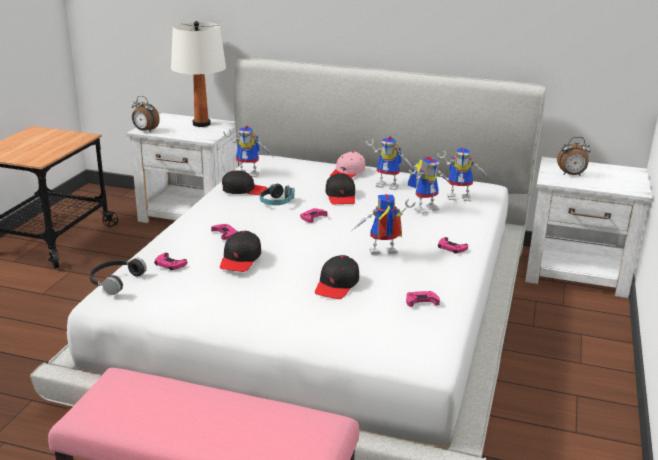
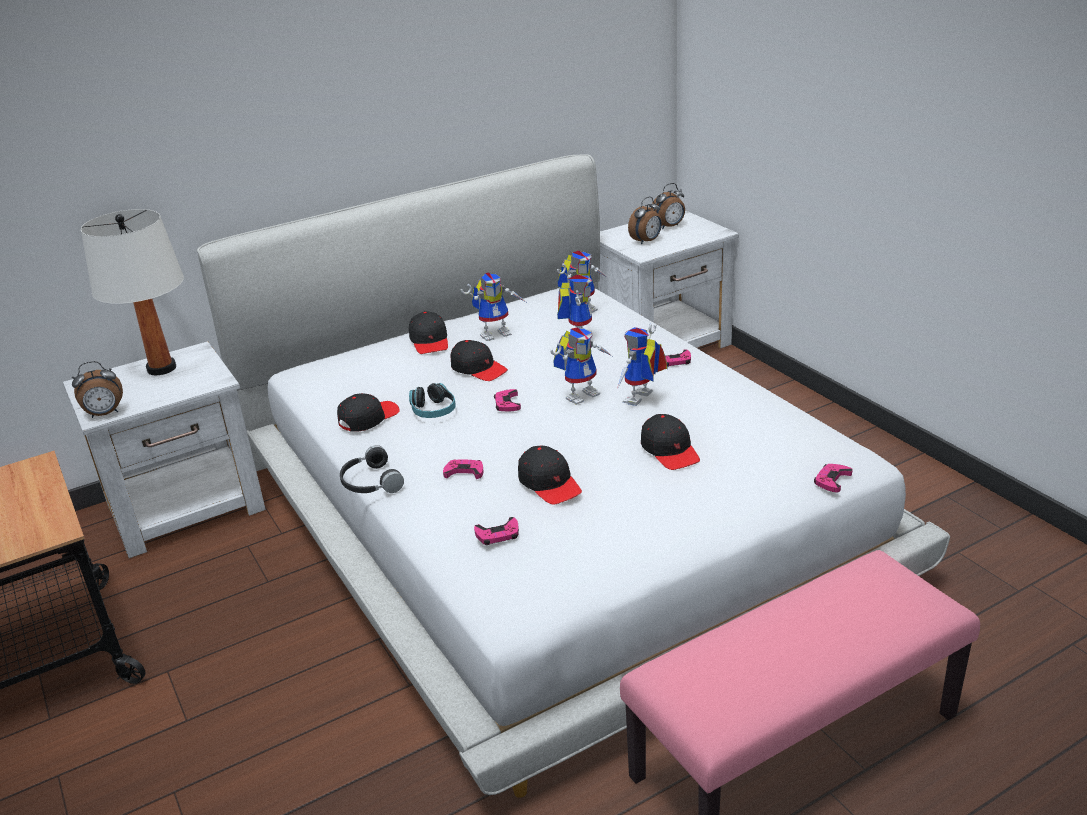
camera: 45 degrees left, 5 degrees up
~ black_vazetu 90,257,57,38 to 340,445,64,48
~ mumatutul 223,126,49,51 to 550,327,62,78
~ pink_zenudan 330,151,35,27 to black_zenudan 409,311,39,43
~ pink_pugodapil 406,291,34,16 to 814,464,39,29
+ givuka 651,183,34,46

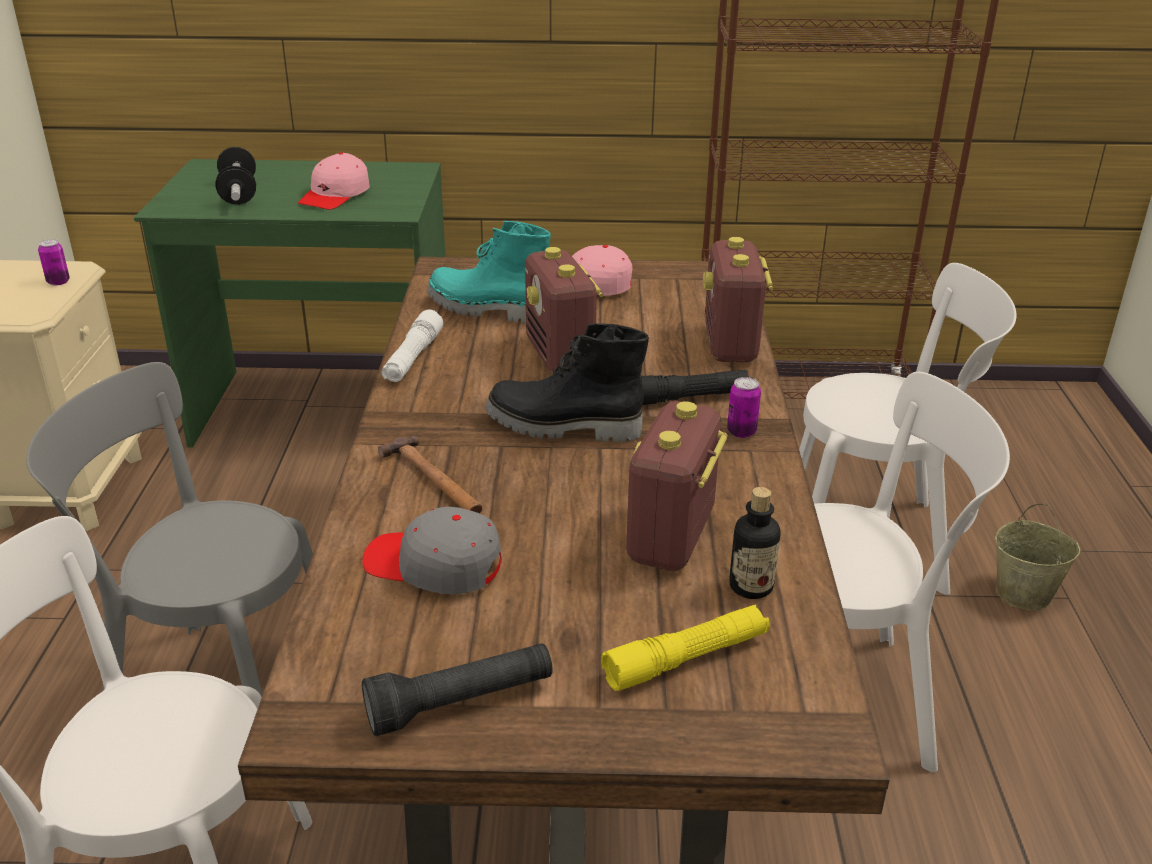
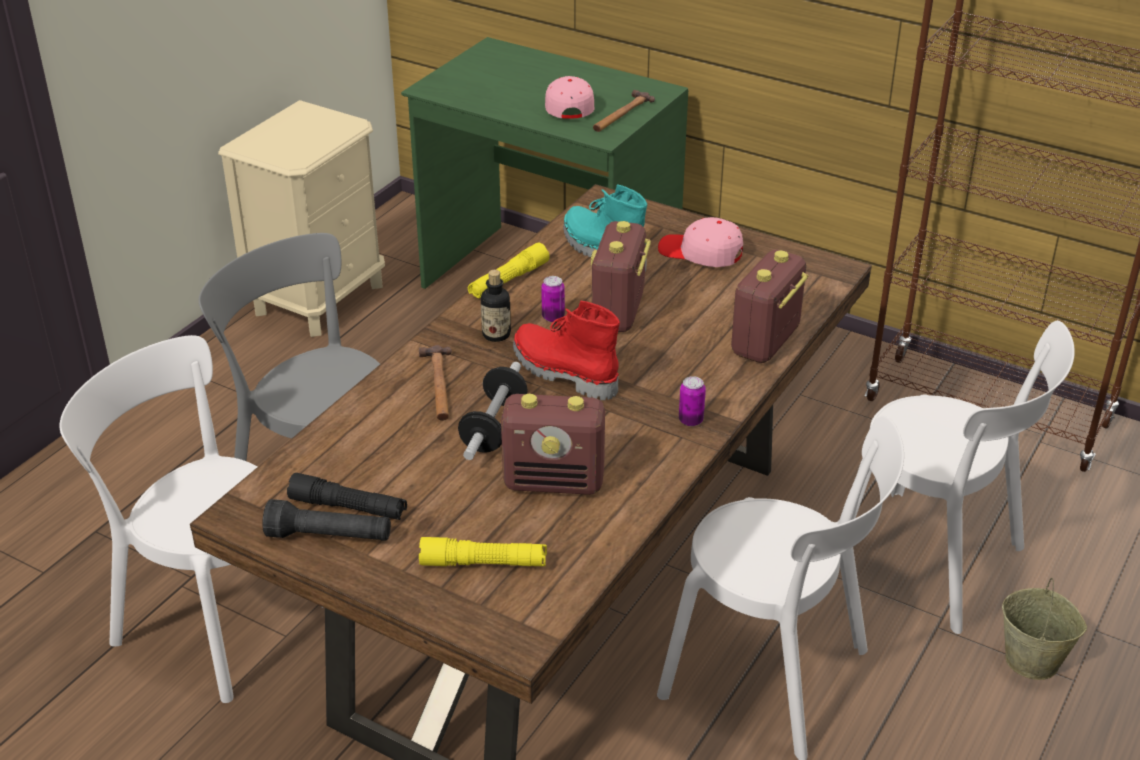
camera: 30 degrees right, 5 degrees up
~ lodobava 38,239,32,46 to 541,276,24,46
~ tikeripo 216,147,40,58 to 458,362,70,98
~ pink_zenudan 298,153,72,57 = 545,76,50,43 120 degrees clockwise
- grey_zenudan 362,507,140,88
~ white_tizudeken 382,310,61,72 to yellow_tizudeken 468,242,82,57
~ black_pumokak 486,323,163,119 to red_pumokak 513,301,107,99
~ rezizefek 626,401,102,170 = 501,394,104,101 135 degrees counterclockwise
~ black_tizudeken 641,370,109,35 to 287,473,120,47
~ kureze 729,487,51,112 to 481,270,30,72
+ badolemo 593,90,62,42

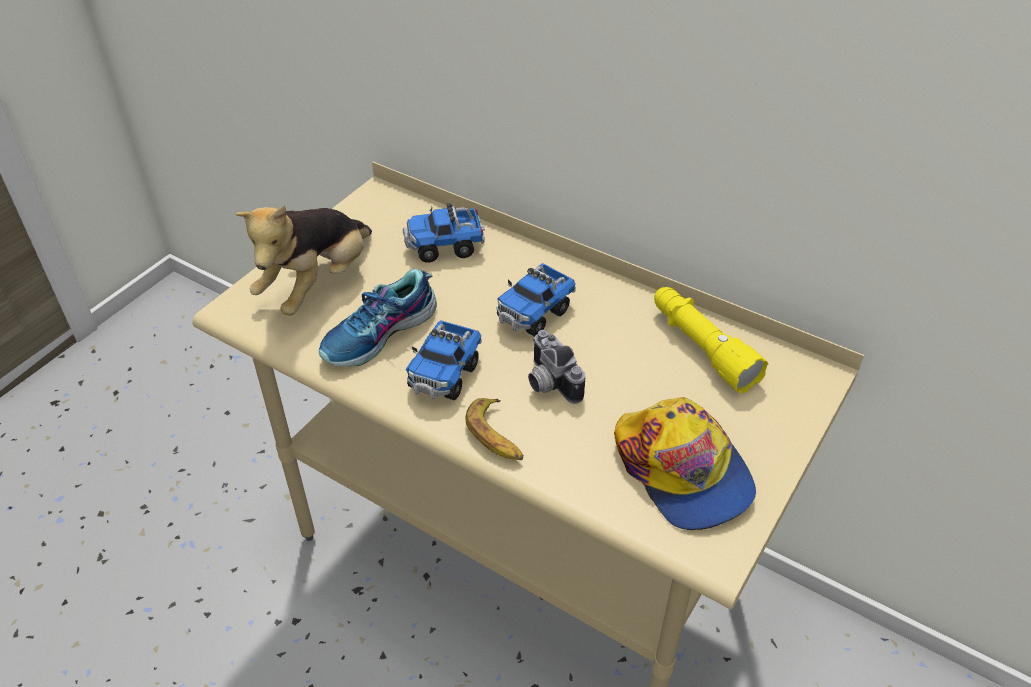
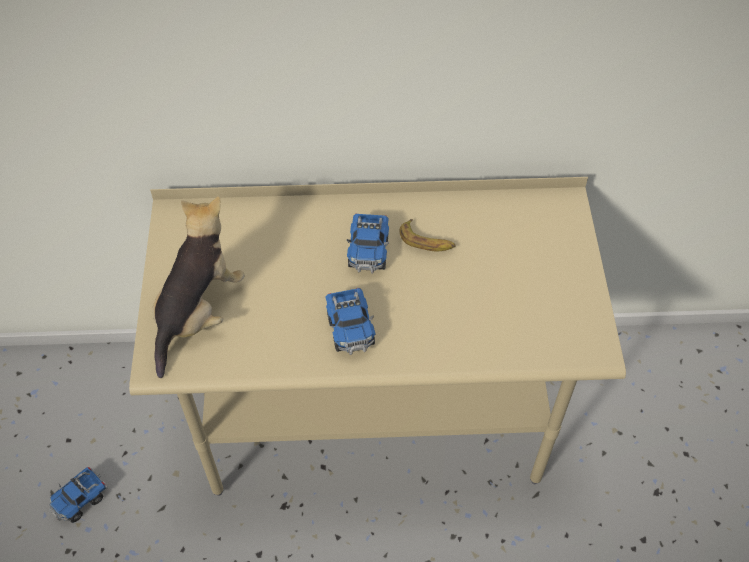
camera: 35 degrees left, 10 degrees up
~ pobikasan 235,205,137,110 = 153,196,92,182 150 degrees counterclockwise
- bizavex 319,269,118,98
~ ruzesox 402,203,83,60 to 49,467,58,56
~ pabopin 465,398,58,62 to 400,219,56,32
- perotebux 528,330,57,74
- zenudan 614,397,142,133
- yellow_tizudeken 654,287,114,106

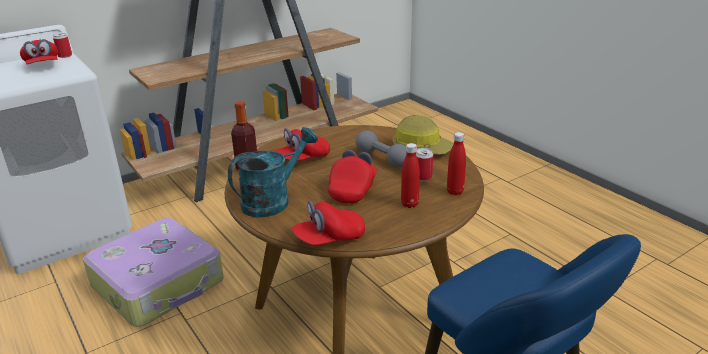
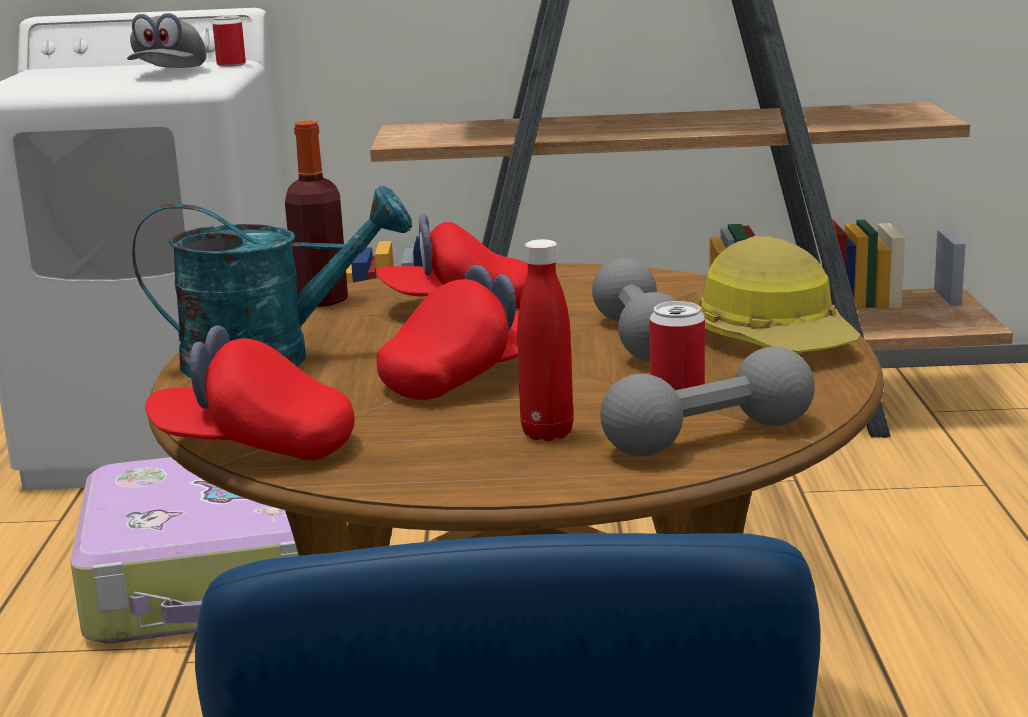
camera: 35 degrees right, 10 degrees down
~ red_zenudan 20,39,38,25 to grey_zenudan 127,13,79,55
~ red_kureze 447,132,19,63 to grey_tikeripo 600,347,215,109

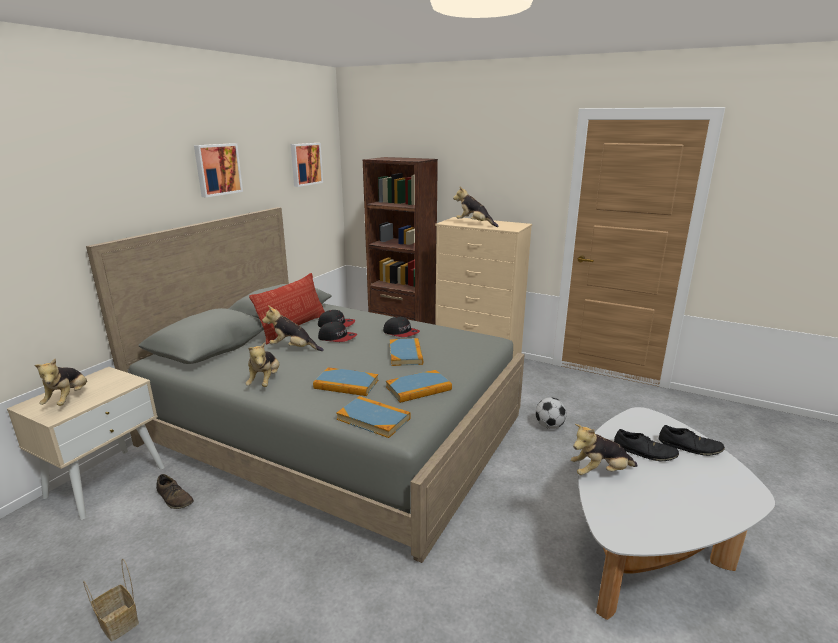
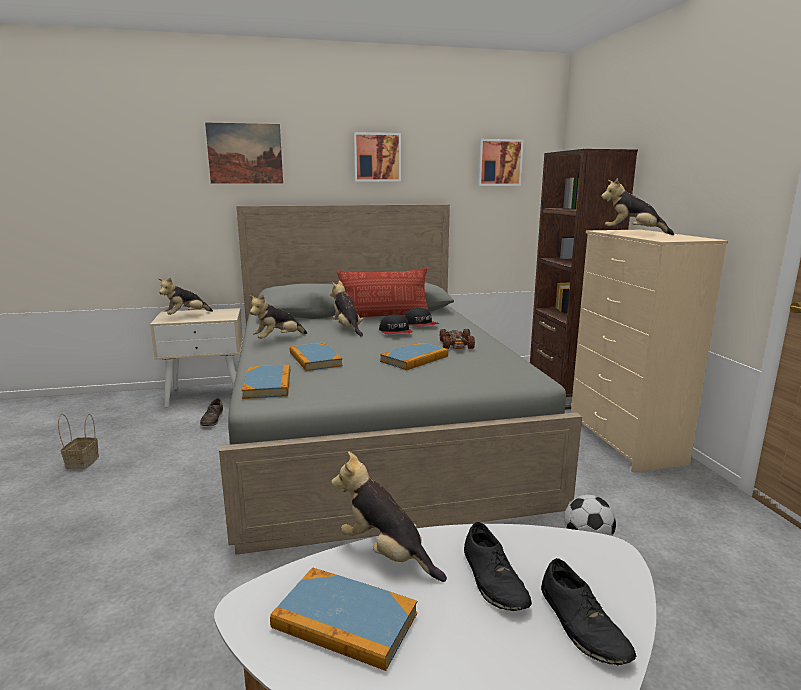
camera: 50 degrees right, 5 degrees down
~ zenudan 383,317,37,20 to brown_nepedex 440,329,35,20
~ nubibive 386,370,66,33 to 270,567,147,104
~ pobikasan 453,186,45,41 = 601,178,73,57 60 degrees counterclockwise
+ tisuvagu 205,122,78,61

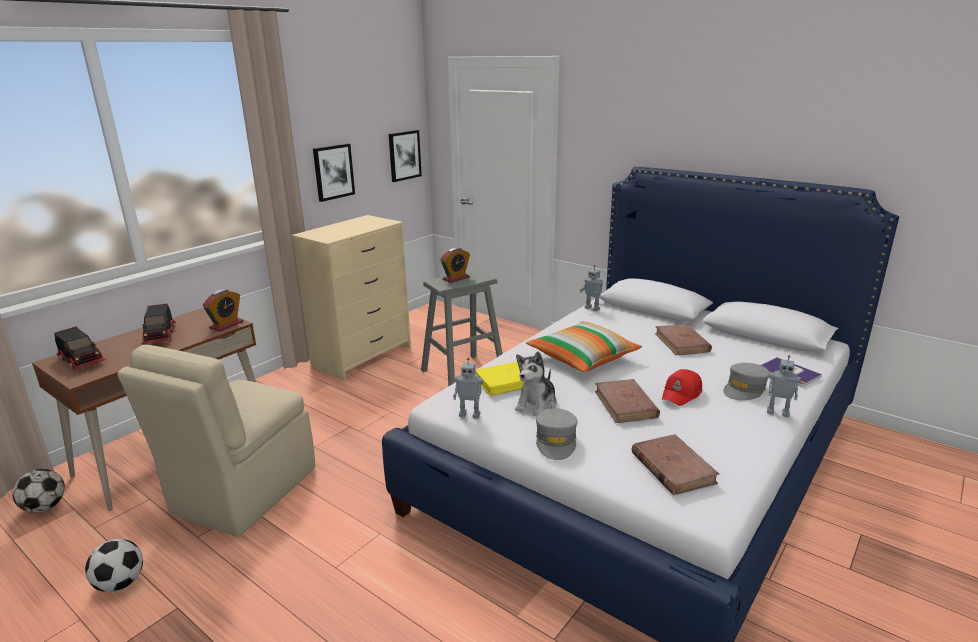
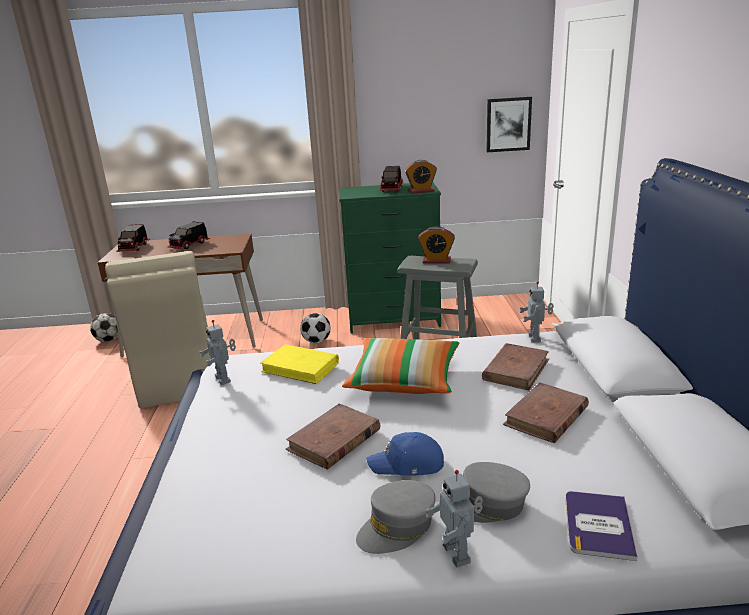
camera: 50 degrees right, 0 degrees up
~ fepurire 85,539,58,53 to 300,313,31,30
~ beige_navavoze 117,345,198,192 = 105,251,107,157 90 degrees counterclockwise
~ givuka 203,289,40,43 to 405,160,32,34
~ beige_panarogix 292,215,119,166 to green_panarogix 339,183,102,151
- tisuvagu 313,143,42,59
- pobikasan 515,351,42,66
~ grey_zenudan 536,408,41,52 to 356,480,80,74
~ brown_nubibive 632,434,88,62 to 482,343,67,47
~ red_zenudan 662,369,40,37 to blue_zenudan 366,432,78,44
+ ruzesox 379,166,24,26

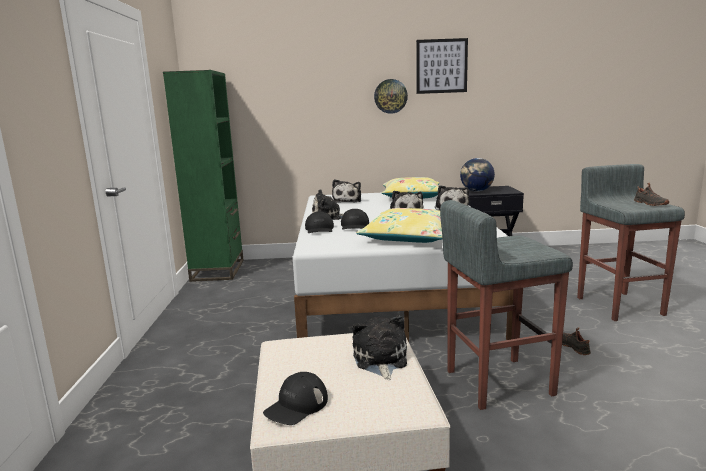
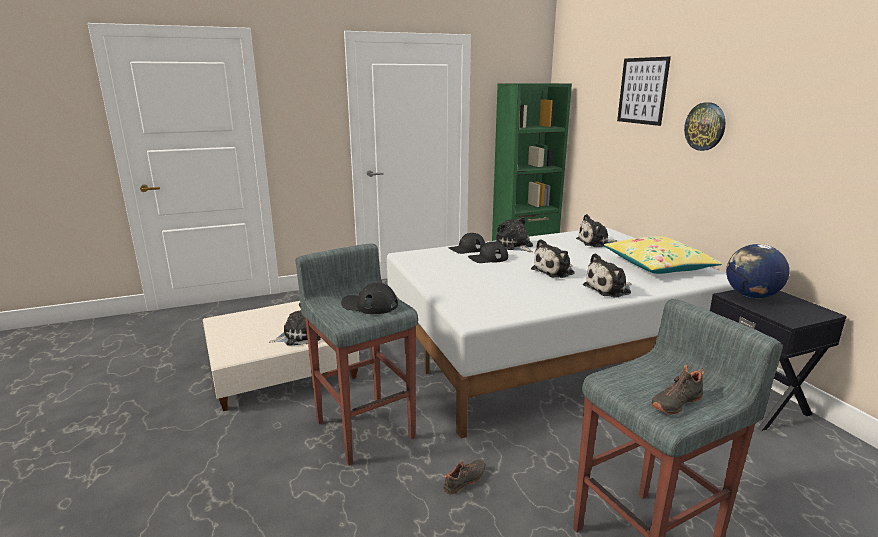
camera: 70 degrees right, 5 degrees up
~ black_zenudan 263,372,65,53 to 341,283,57,31
- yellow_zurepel 356,208,86,35
~ tisuvagu 416,38,52,56 to 617,57,54,69

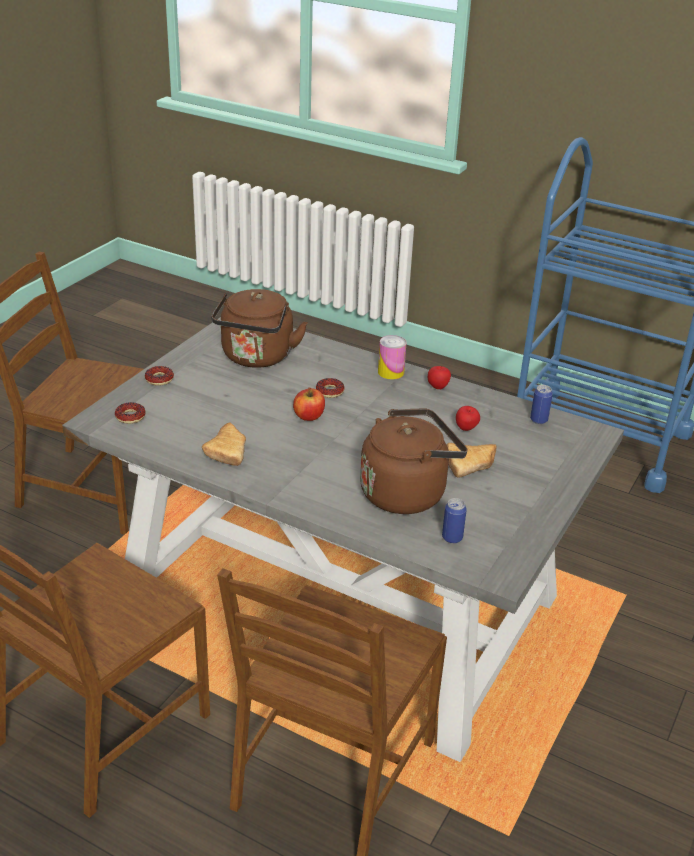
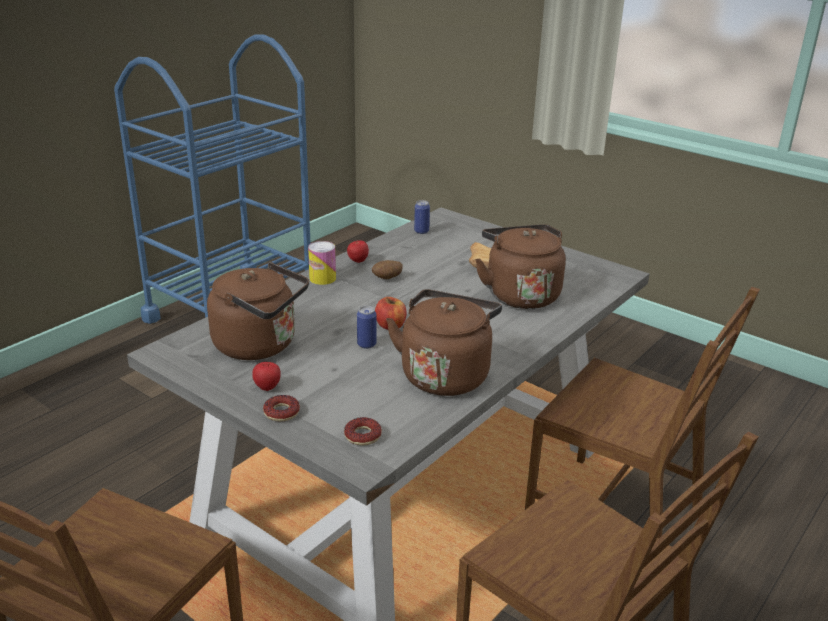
camera: 80 degrees left, 5 degrees down
~ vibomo 202,422,44,44 to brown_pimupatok 386,289,116,107
- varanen 316,378,29,20
~ lodobava 442,498,25,46 to 357,306,20,43
~ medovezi 456,406,24,25 to 252,362,29,29
+ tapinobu 372,260,31,19

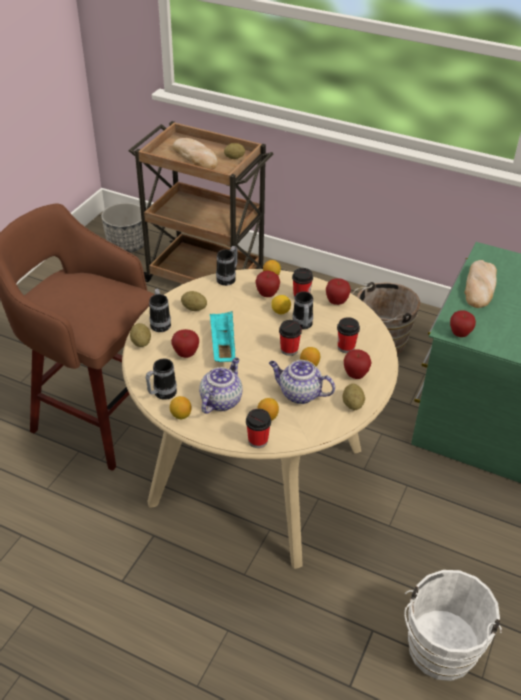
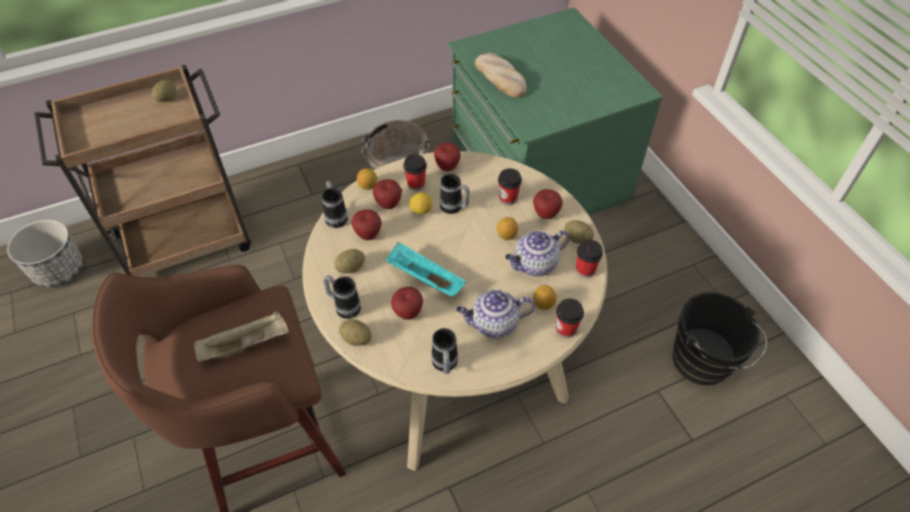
camera: 50 degrees left, 10 degrees up
- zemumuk 170,396,22,23
- vibomo 172,138,46,31
~ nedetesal 199,358,44,56 = 456,289,79,49 75 degrees counterclockwise
~ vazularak 279,320,23,36 to 576,239,27,39
~ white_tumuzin 404,570,98,111 to black_tumuzin 672,292,95,93
~ medovezi 450,310,26,27 to 351,209,31,31
+ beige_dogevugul 194,311,95,51

